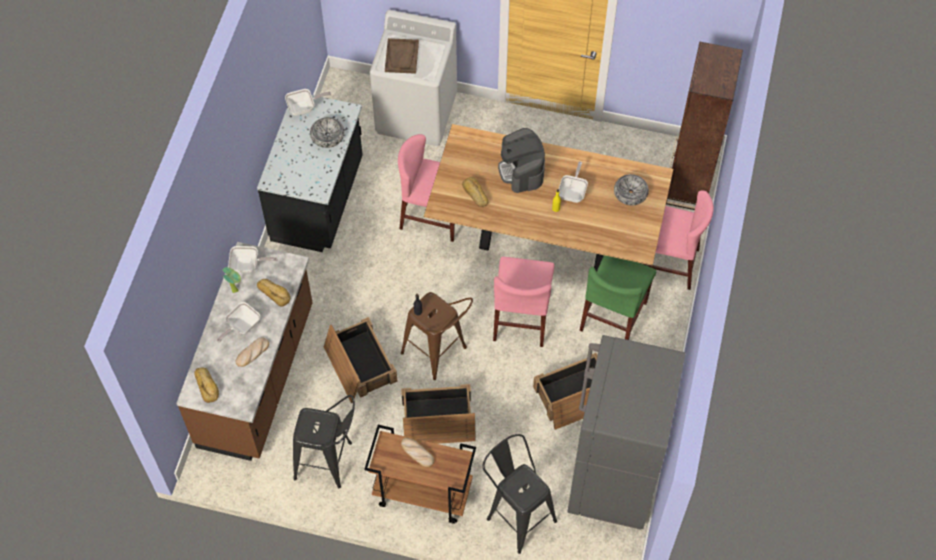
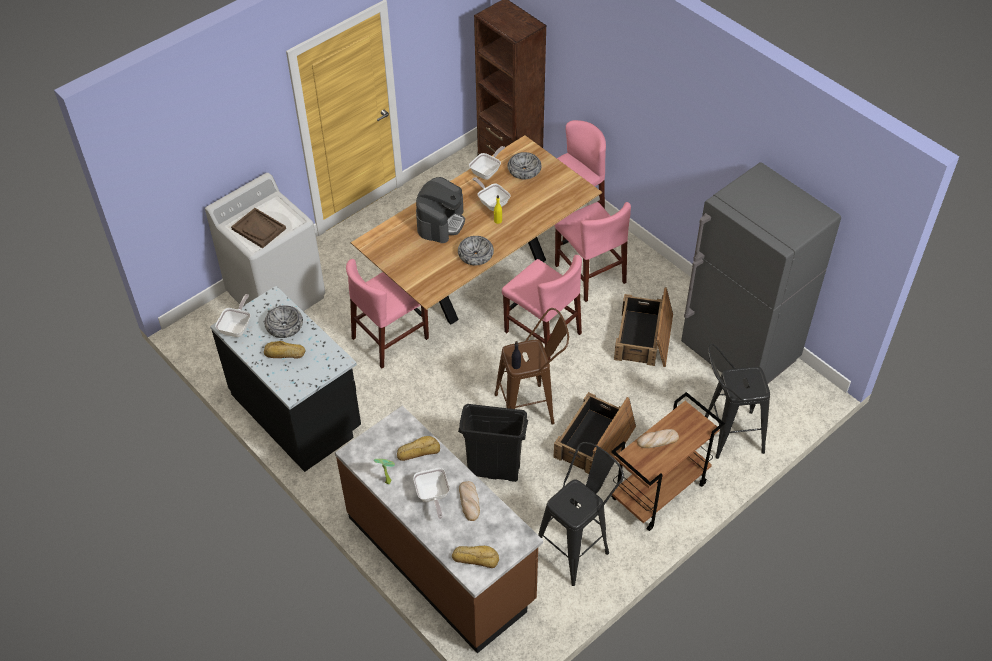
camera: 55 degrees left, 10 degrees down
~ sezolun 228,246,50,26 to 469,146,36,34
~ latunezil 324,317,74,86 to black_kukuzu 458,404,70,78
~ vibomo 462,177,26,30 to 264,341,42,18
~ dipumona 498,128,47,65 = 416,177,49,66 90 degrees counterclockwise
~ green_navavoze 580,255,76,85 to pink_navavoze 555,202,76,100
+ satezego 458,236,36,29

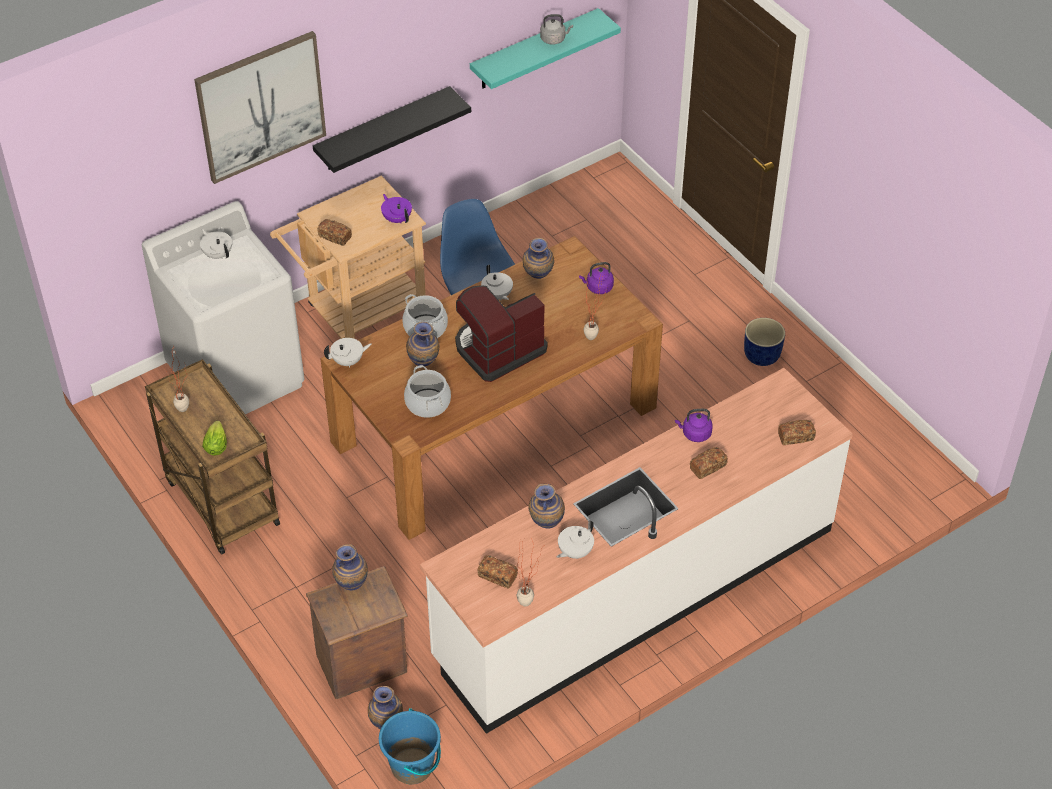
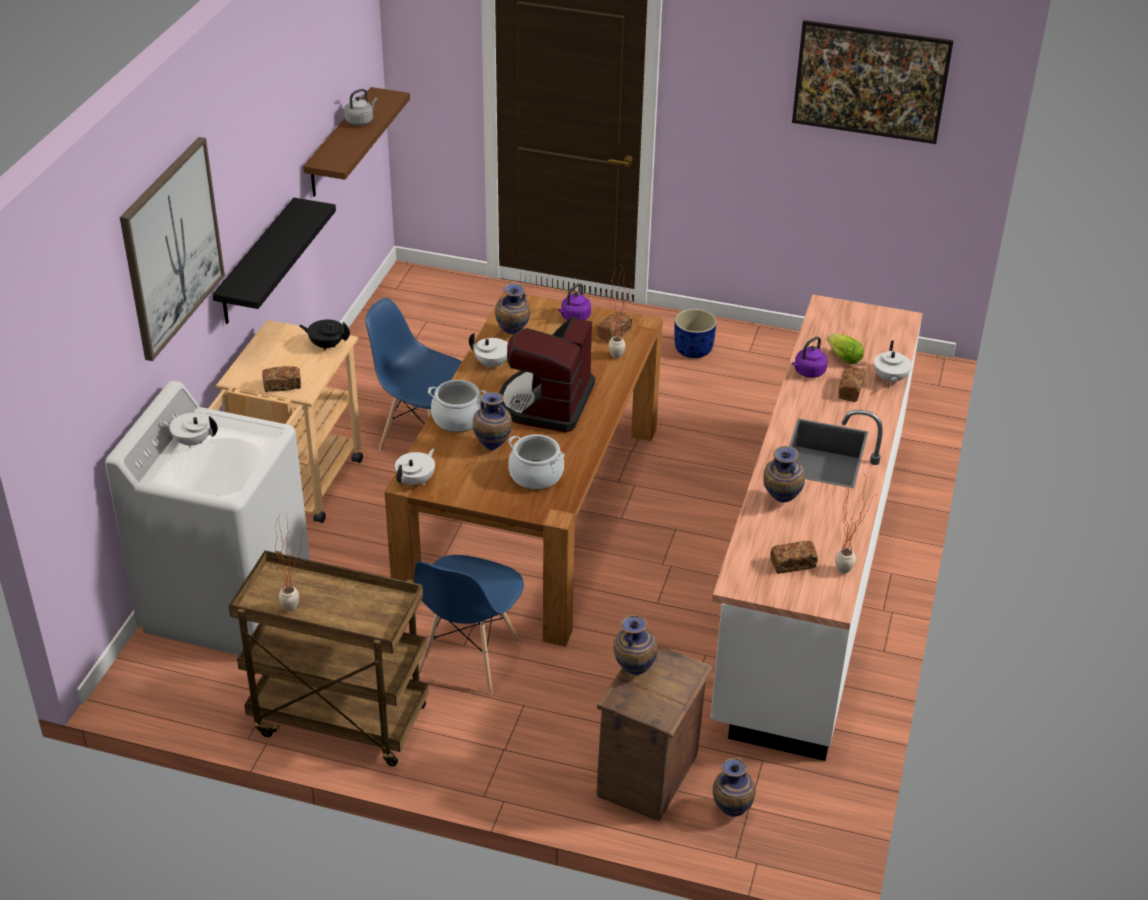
camera: 40 degrees left, 10 degrees down
~ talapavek 202,421,25,35 to 827,334,37,30
- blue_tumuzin 379,708,62,76
~ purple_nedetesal 381,194,31,29 to black_nedetesal 299,320,51,30
~ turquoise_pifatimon 470,8,151,81 to brown_pifatimon 303,87,107,110
~ white_nedetesal 557,520,37,39 to 874,340,38,45
~ vibomo 778,420,38,25 to 597,312,35,30
+ blue_navavoze 414,555,110,140
+ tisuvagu 792,20,162,124

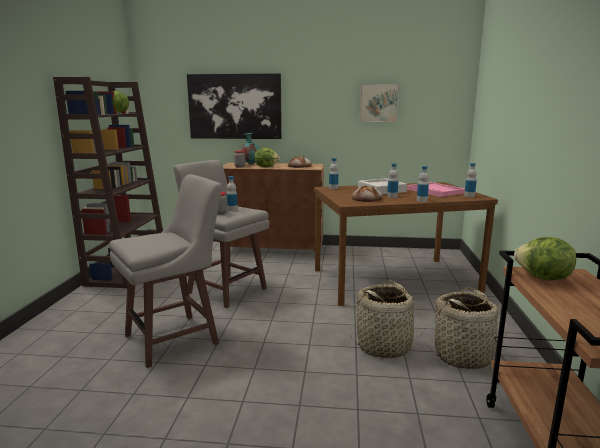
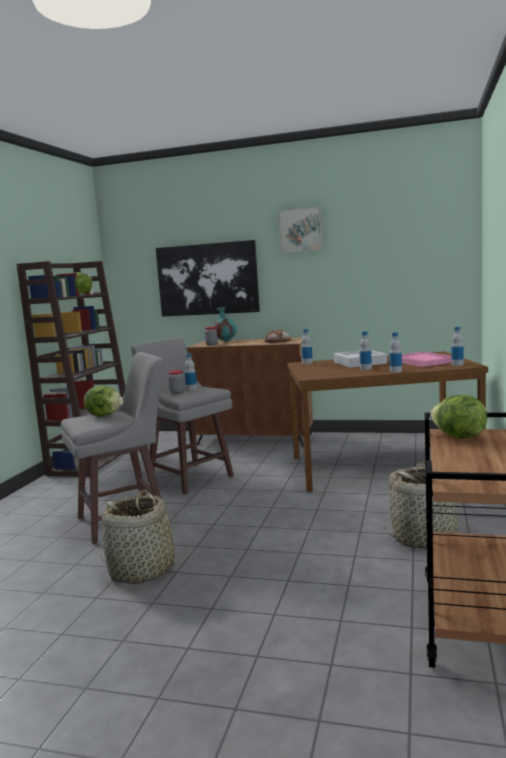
camera: 10 degrees right, 5 degrees down
~ talapavek 254,148,26,19 to 84,385,39,31
~ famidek 350,280,75,78 to 99,490,88,94
- vibomo 352,185,31,17
~ tisuvagu 359,83,40,39 to 278,206,45,47

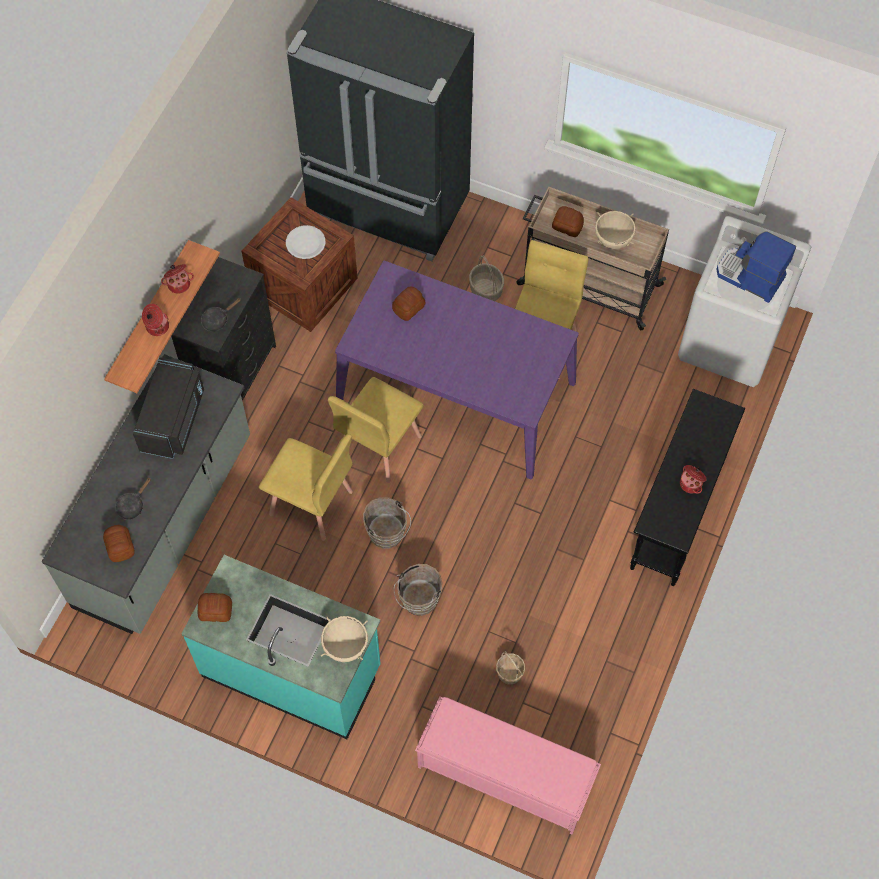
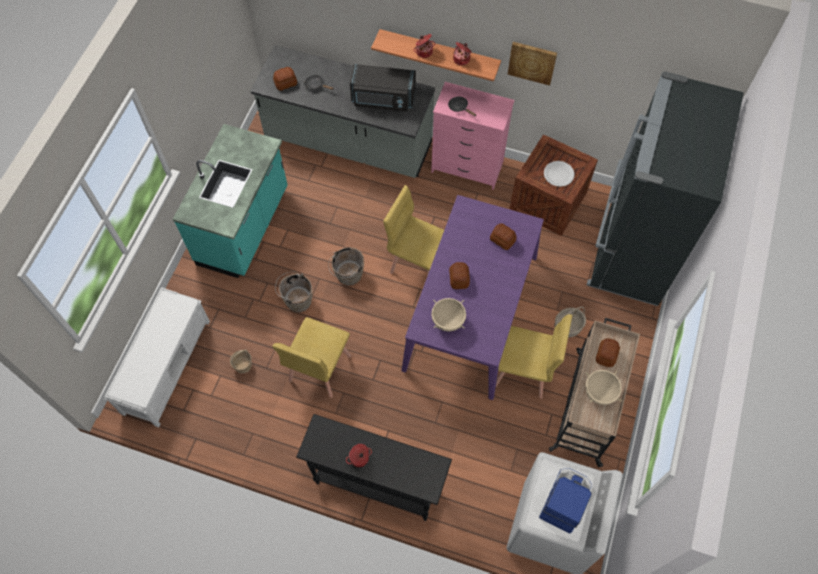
camera: 85 degrees right, 0 degrees up
~ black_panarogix 171,257,105,144 to pink_panarogix 431,82,84,108
~ vibomo 198,593,34,29 to 449,262,21,27
~ yellow_navavoze 259,434,94,107 to 272,317,79,81
~ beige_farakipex 321,616,47,46 to 431,298,35,34
~ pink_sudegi 415,696,186,139 to white_sudegi 104,287,106,140
+ tisuvagu 508,42,49,44

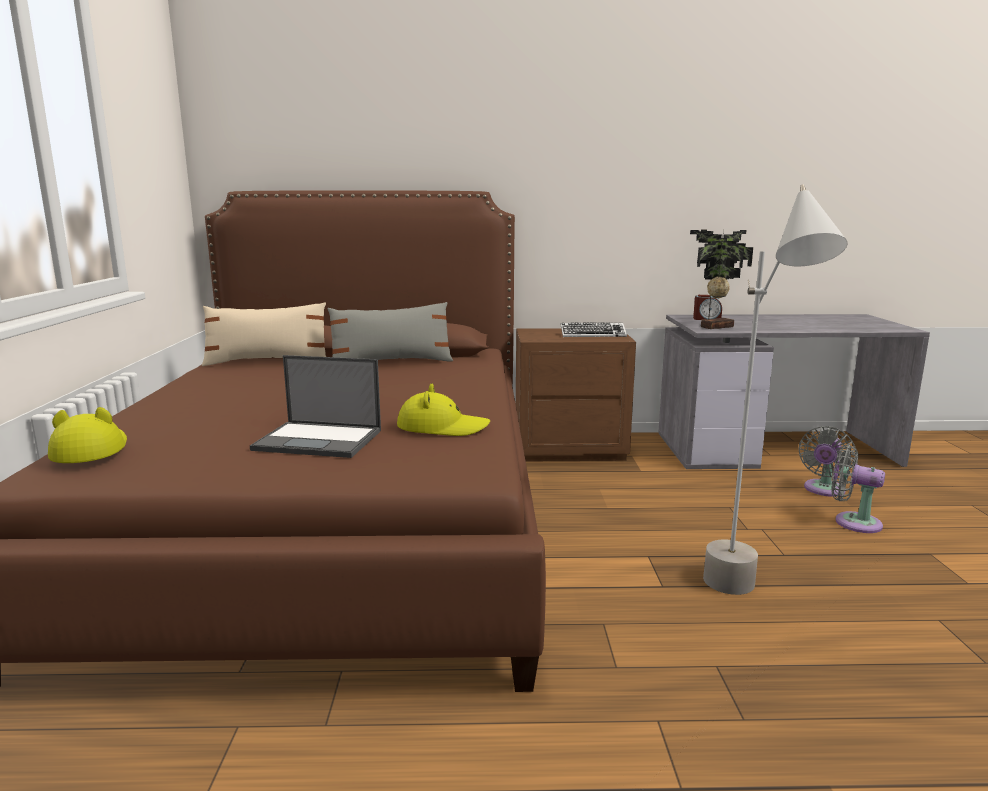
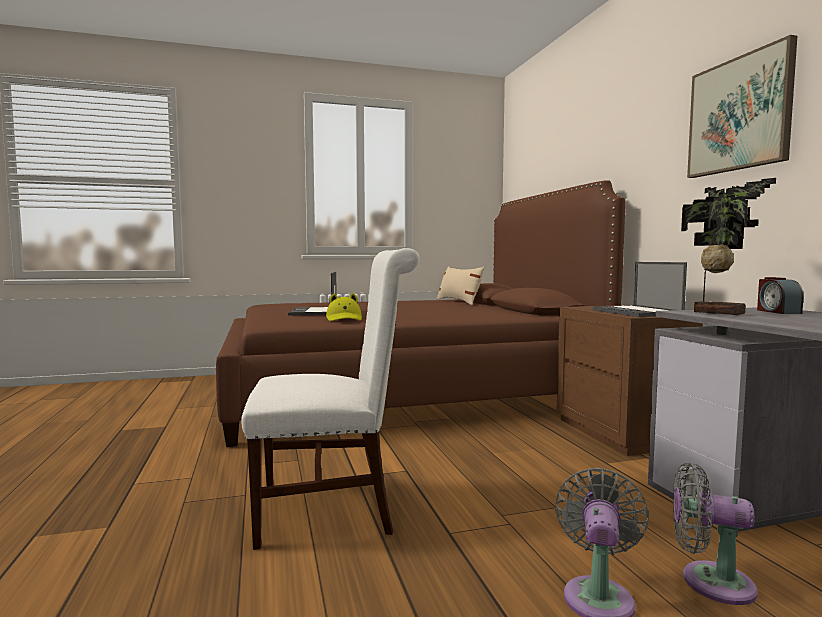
camera: 75 degrees right, 10 degrees down
- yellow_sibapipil 48,407,79,56
- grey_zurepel 327,302,127,60
~ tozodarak 560,322,67,15 to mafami 593,262,94,55
~ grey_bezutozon 703,185,145,410 to white_navavoze 241,248,179,302
+ tisuvagu 687,35,110,143

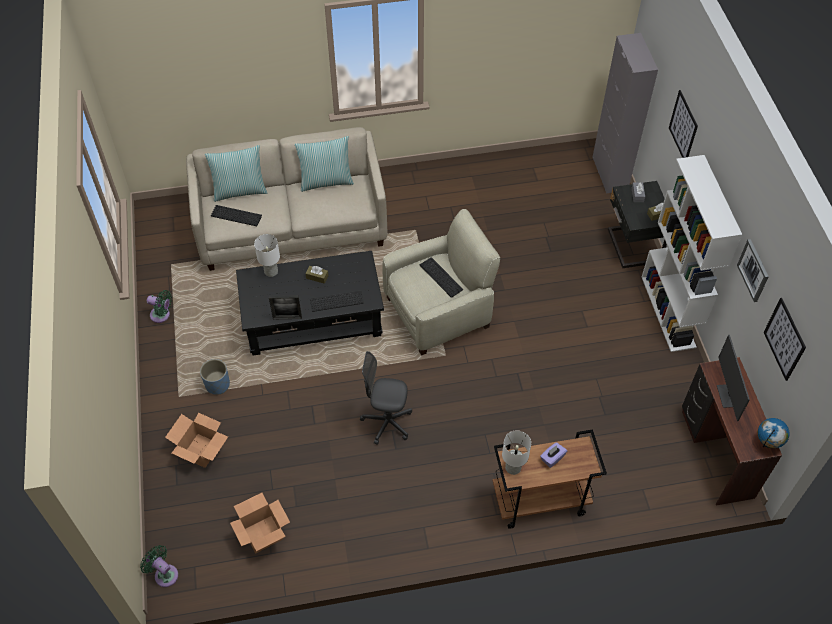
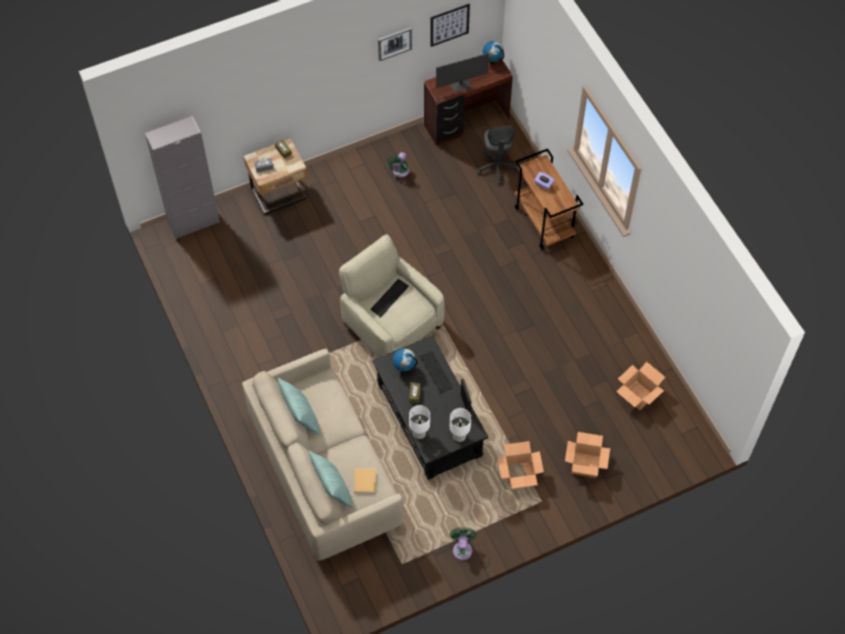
camera: 105 degrees left, 5 degrees up
~ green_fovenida 140,545,38,42 to 387,152,23,25
~ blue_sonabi 200,359,30,36 to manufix 497,441,47,48
~ tozodarak 211,205,51,21 to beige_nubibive 354,469,22,24
~ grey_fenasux 360,351,52,94 to 477,126,41,59
~ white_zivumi 502,431,29,44 to 450,408,21,34
~ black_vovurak 608,181,59,87 to beige_vovurak 243,138,65,77
- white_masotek 642,155,100,197
- tisuvagu 669,90,29,68
+ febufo 393,348,24,23

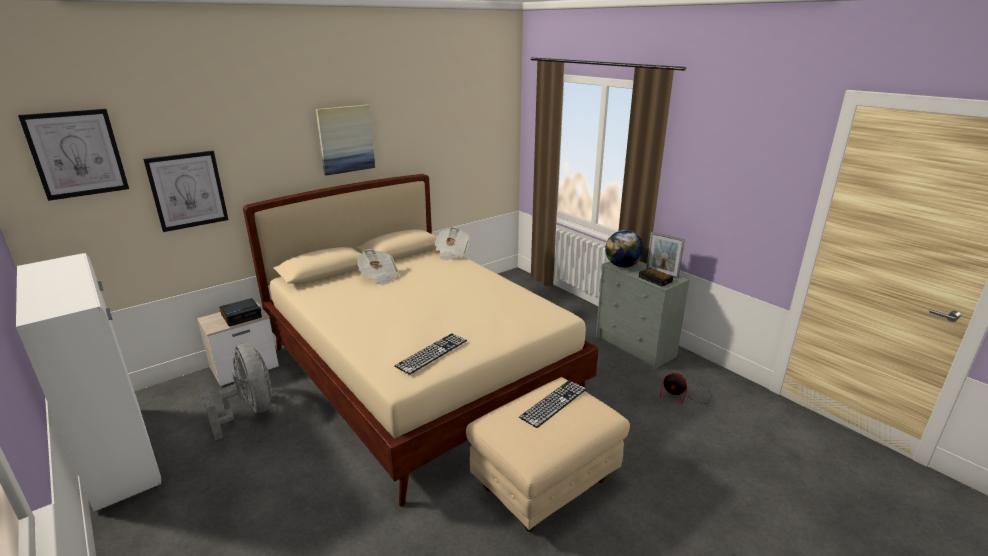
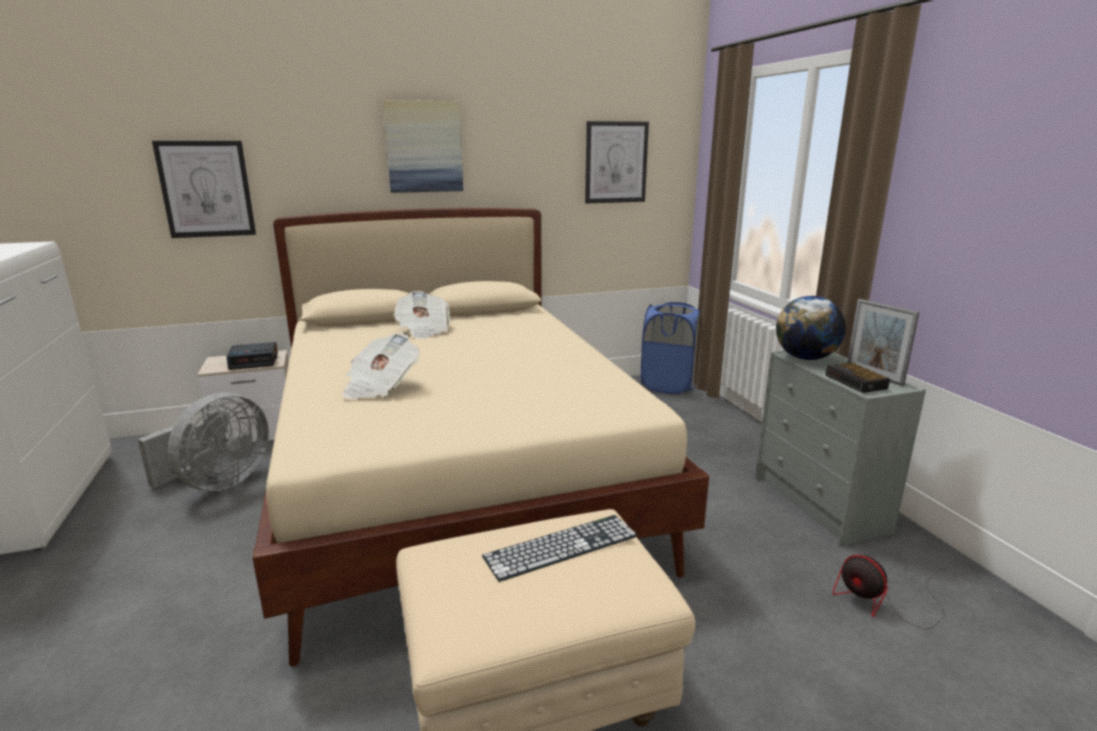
camera: 20 degrees right, 5 degrees down
~ tisuvagu 18,109,111,92 to 585,121,64,82
~ grey_fovenida 200,343,72,97 = 137,392,132,99 45 degrees clockwise
- tozodarak 394,333,73,42
~ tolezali 434,227,36,33 to 342,333,78,66
+ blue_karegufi 641,302,60,92

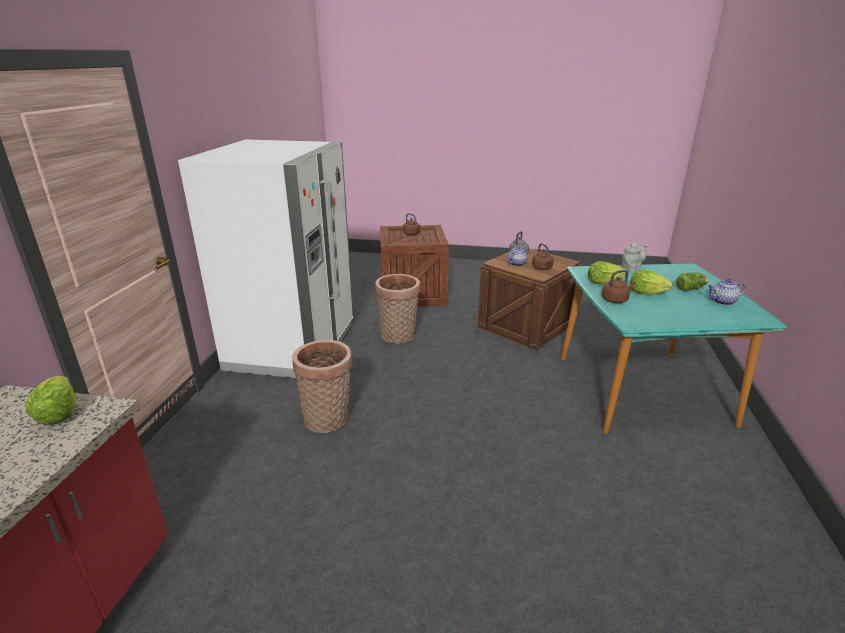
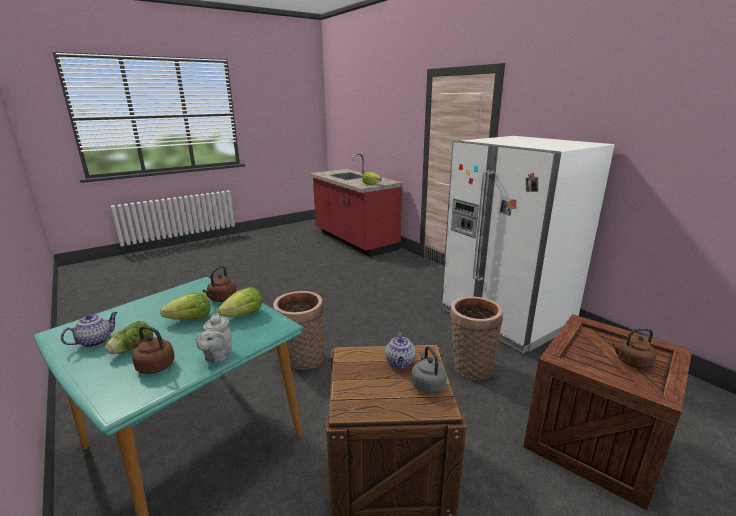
camera: 135 degrees right, 5 degrees down
~ famidek 292,340,60,93 to 273,291,51,79
~ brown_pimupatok 532,243,22,27 to 132,326,43,48

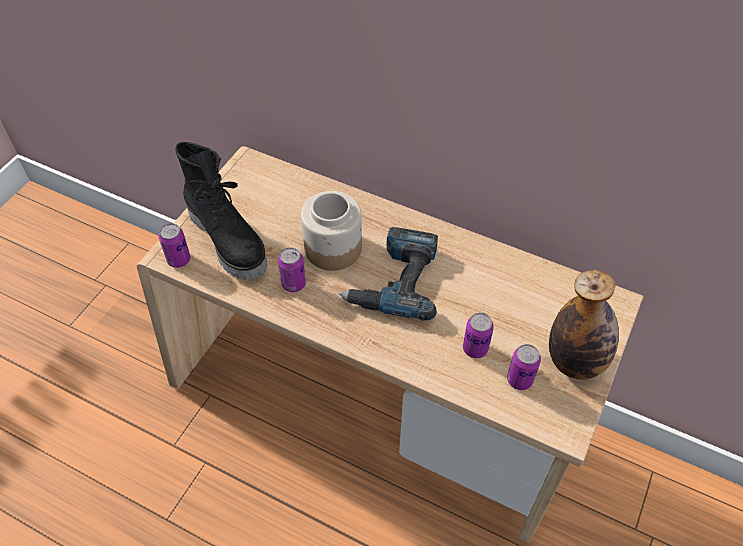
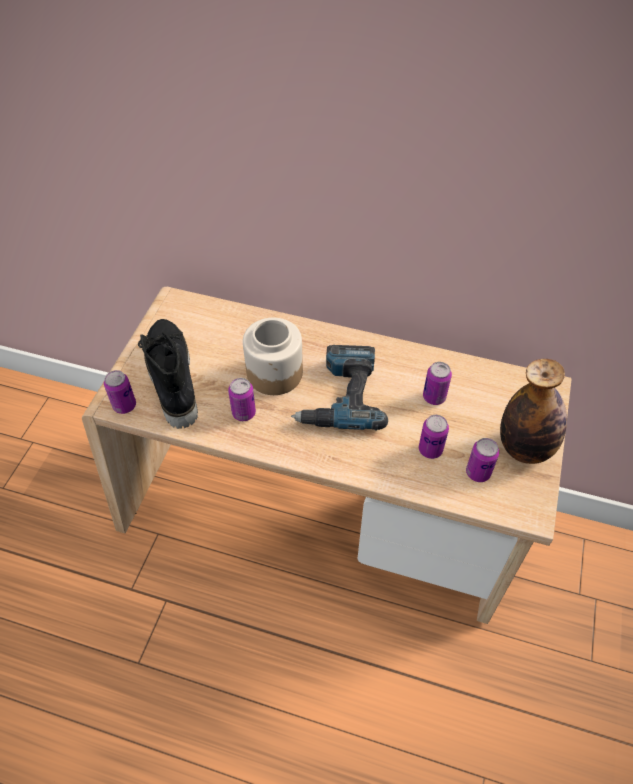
camera: 10 degrees left, 0 degrees up
~ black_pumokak 175,142,92,138 = 138,319,60,110 150 degrees counterclockwise
+ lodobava 423,362,29,43

